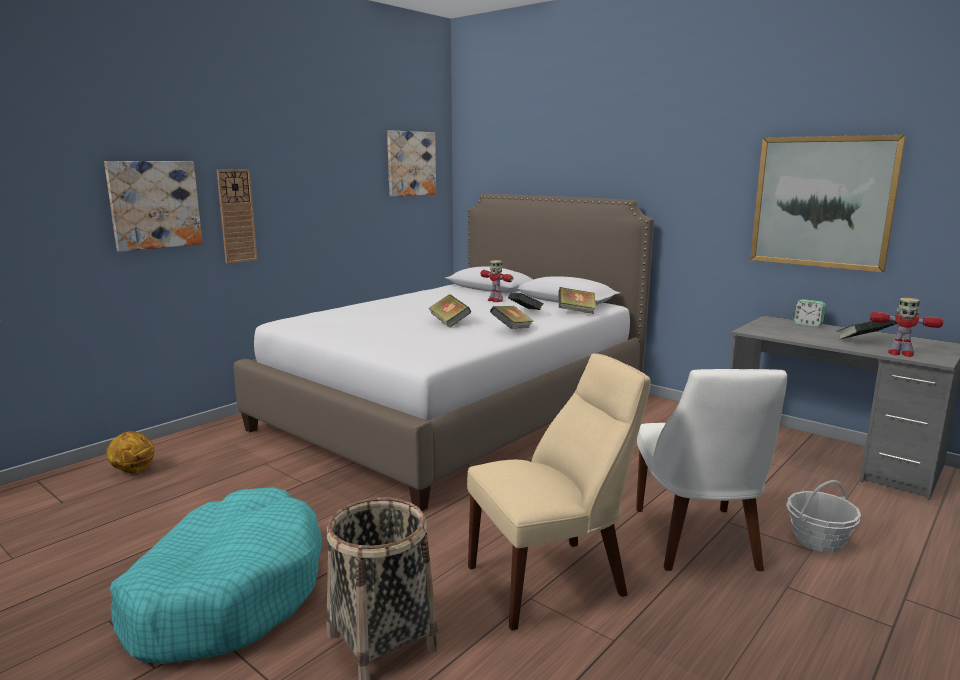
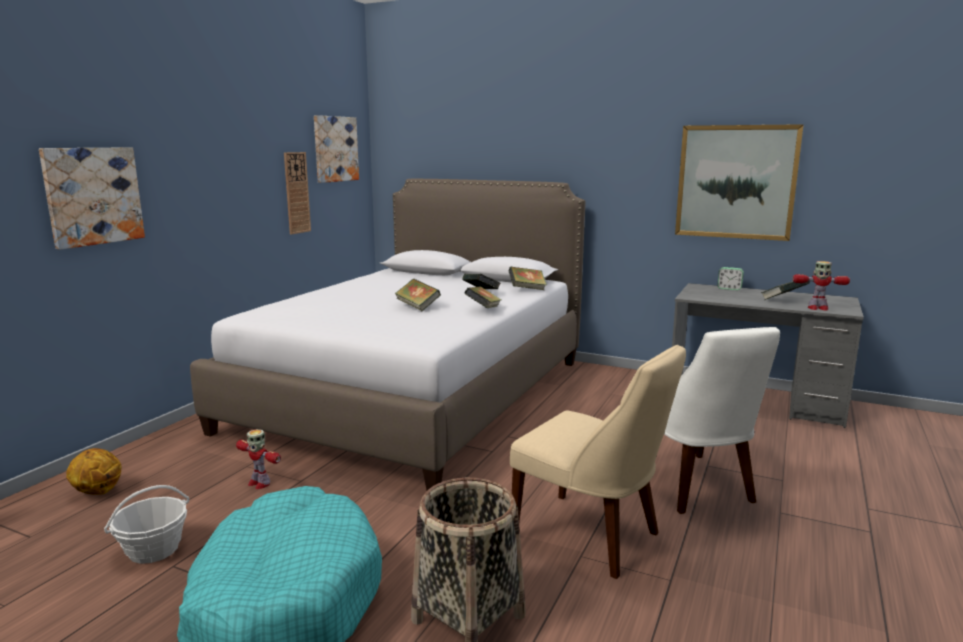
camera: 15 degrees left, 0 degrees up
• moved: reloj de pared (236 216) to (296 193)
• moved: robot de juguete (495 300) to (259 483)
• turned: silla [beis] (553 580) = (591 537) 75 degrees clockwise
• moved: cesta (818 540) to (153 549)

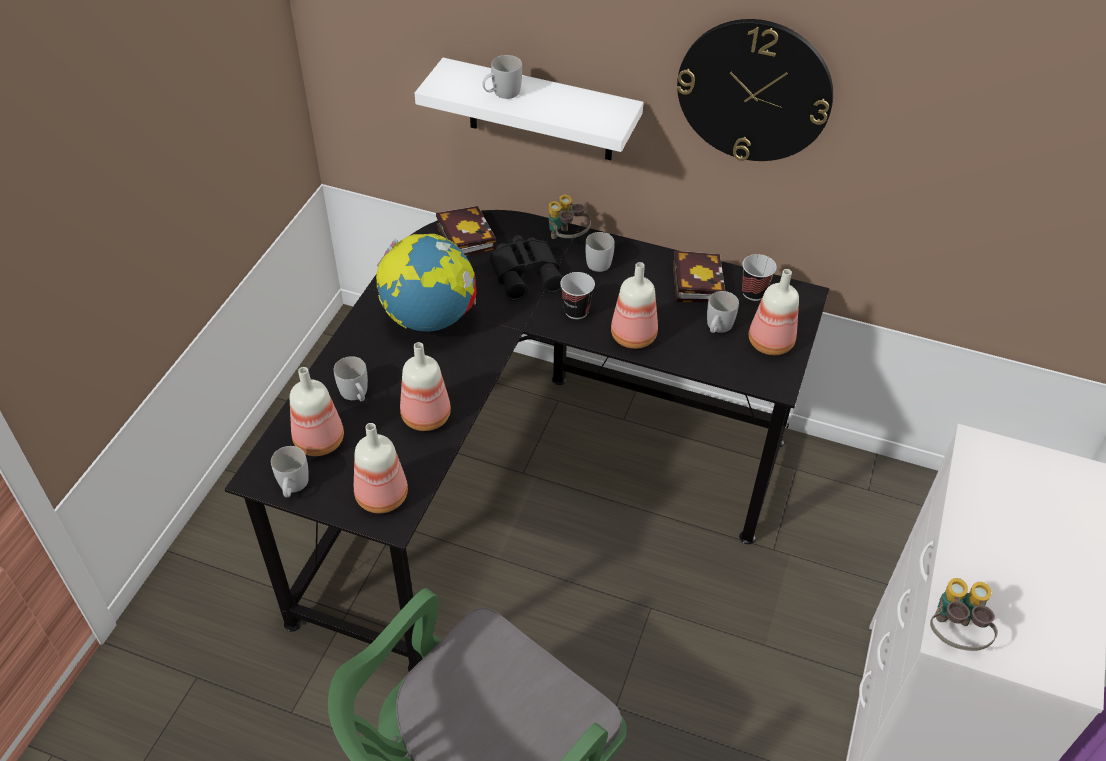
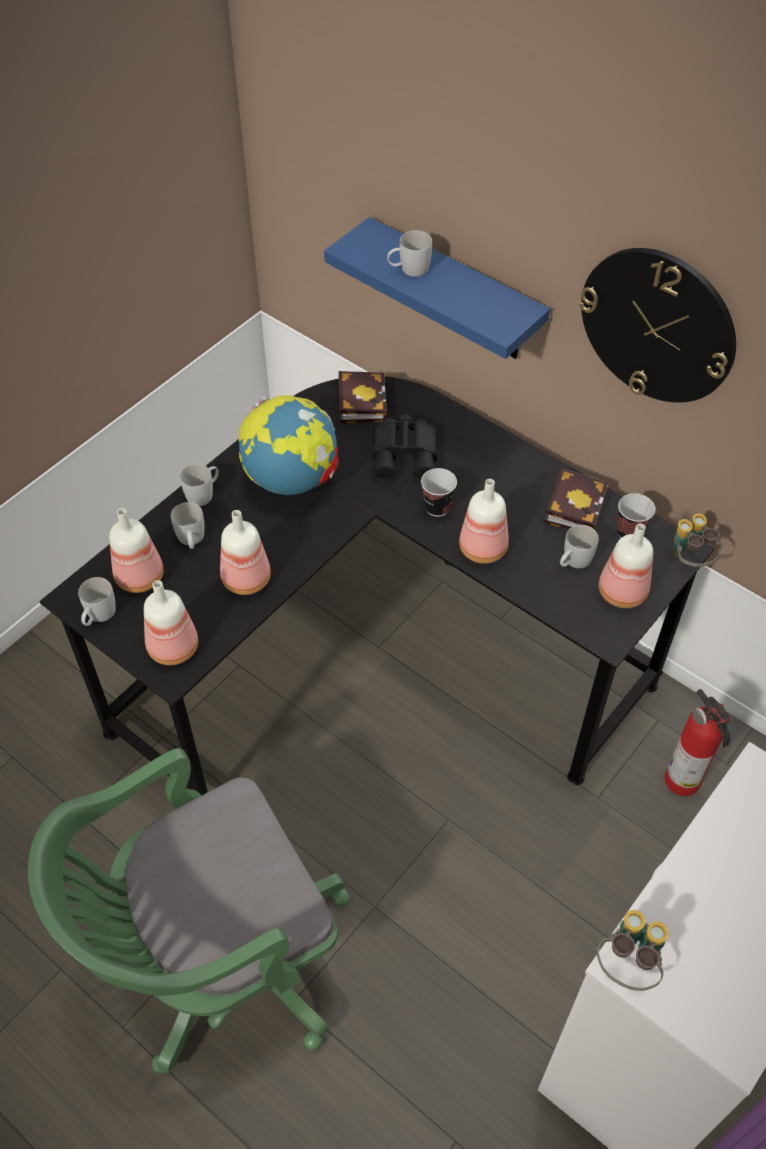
camera: 20 degrees right, 5 degrees up
• recoloured: estante [blanco] (540 111) to estante [azul] (454 292)
• moved: prismáticos (567 239) to (690 560)
• moved: taza grande [blanco] (600 260) to (204 493)
• added: extintor (683 782)

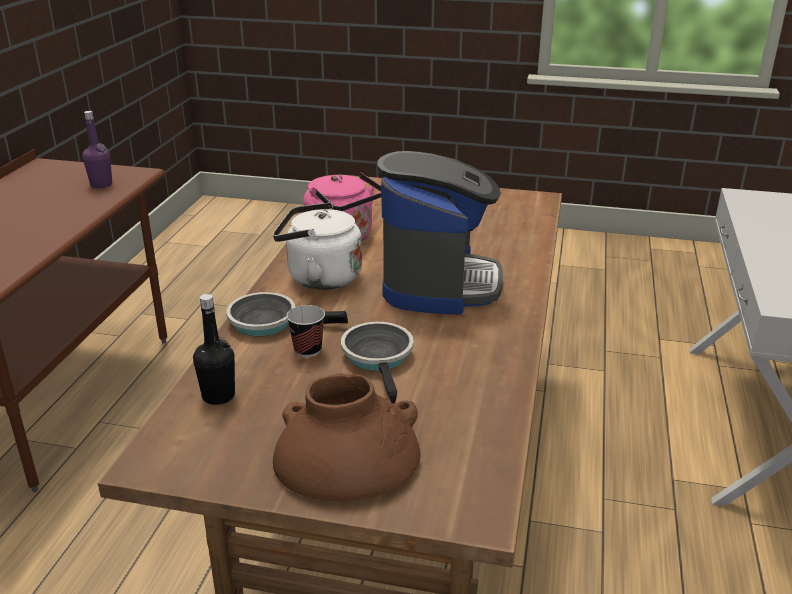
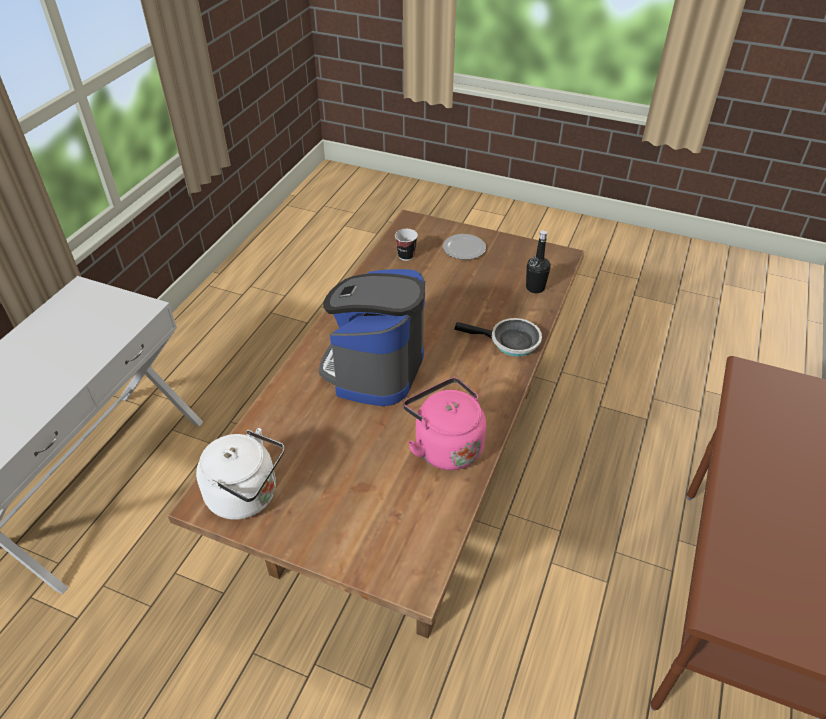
camera: 170 degrees left, 15 degrees up
• removed: botella [morado] (101 184)
• moved: hervidor [blanco] (319 277) to (247 495)
• moved: taza (307 350) to (406 256)
• removed: sartén (379 358)
• replaced: florero [marrón] (346 457) to plato (464 249)

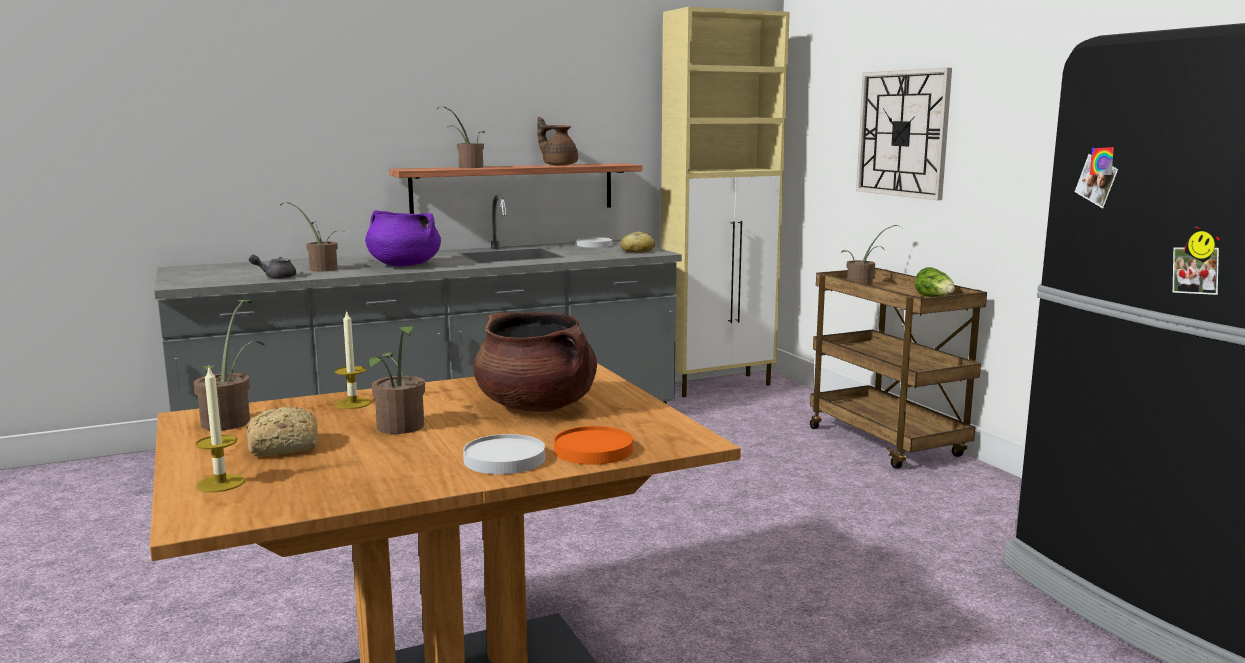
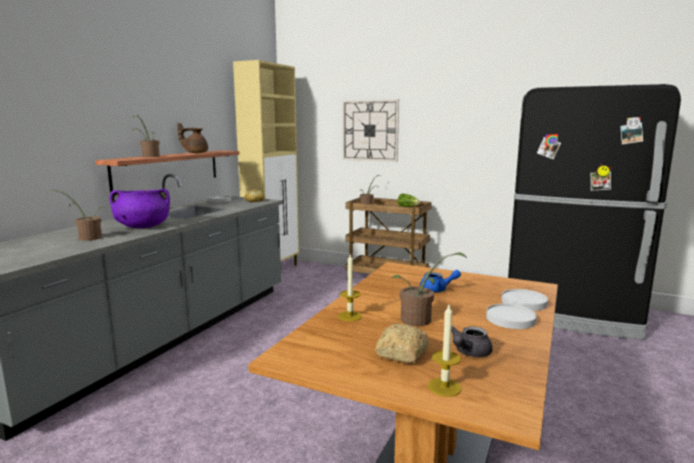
camera: 40 degrees left, 0 degrees up
• moved: tetera [gris] (276 277) to (469 353)
• removed: planta en maceta (231 420)
• replaced: olla [marrón] (537 406) to tetera [azul] (437 290)
• recoloured: plato [naranja] (594 450) to plato [blanco] (524 302)

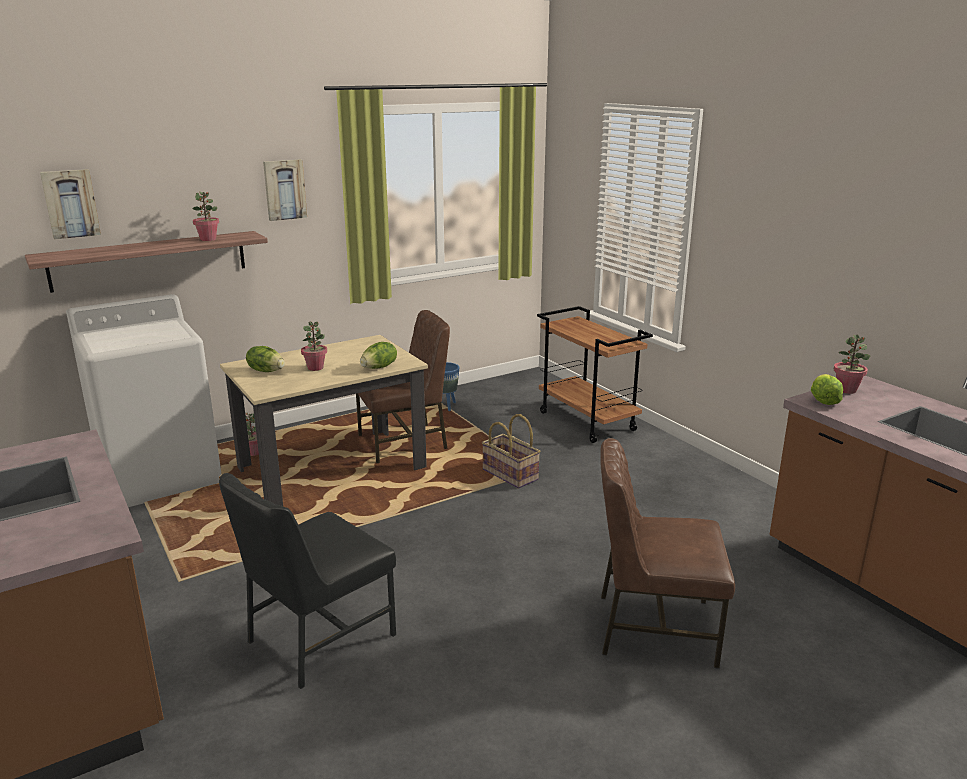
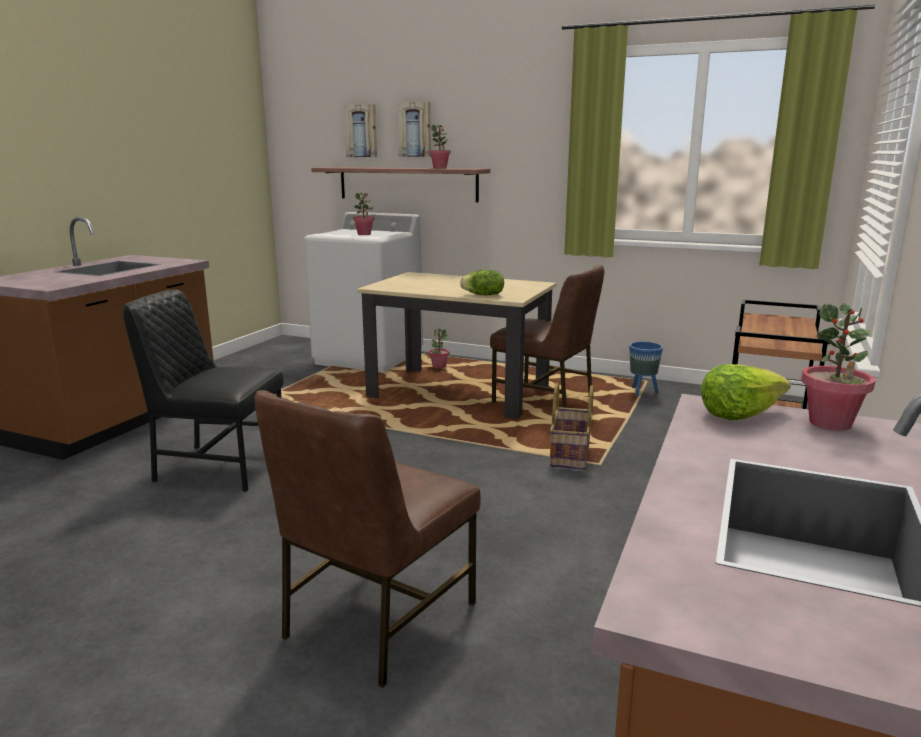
camera: 55 degrees right, 5 degrees down
• moved: cuadro (284 189) to (415 130)
• moved: planta en maceta (315 368) to (364 234)
• removed: lechuga (266 370)
• turned: silla [marrón] (653 628) = (376 620) 120 degrees counterclockwise

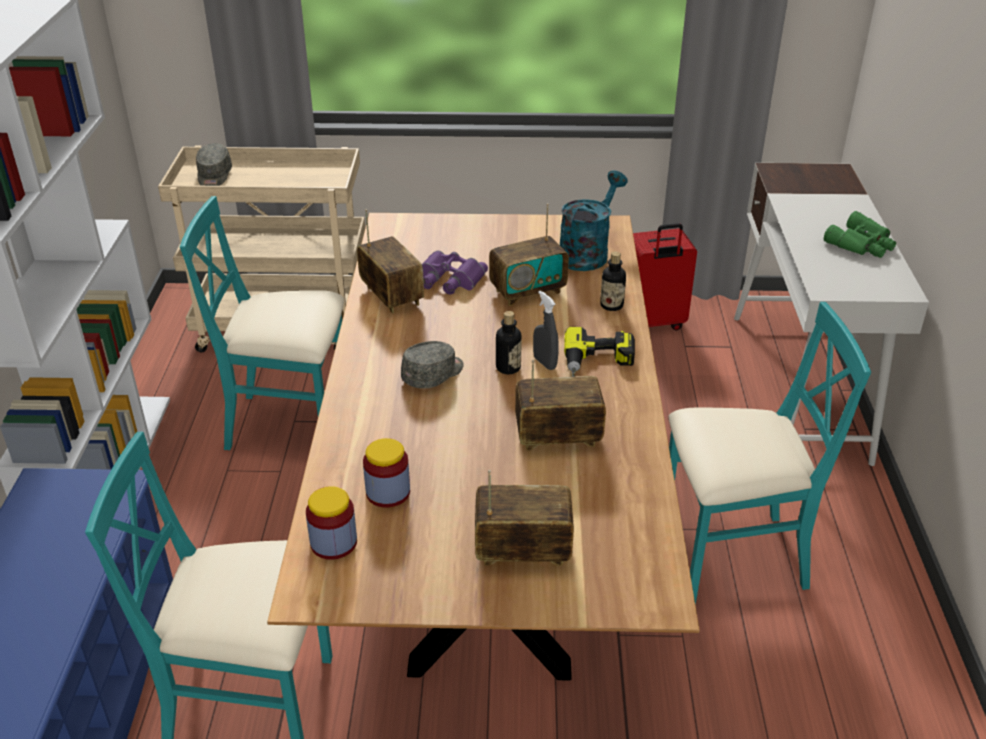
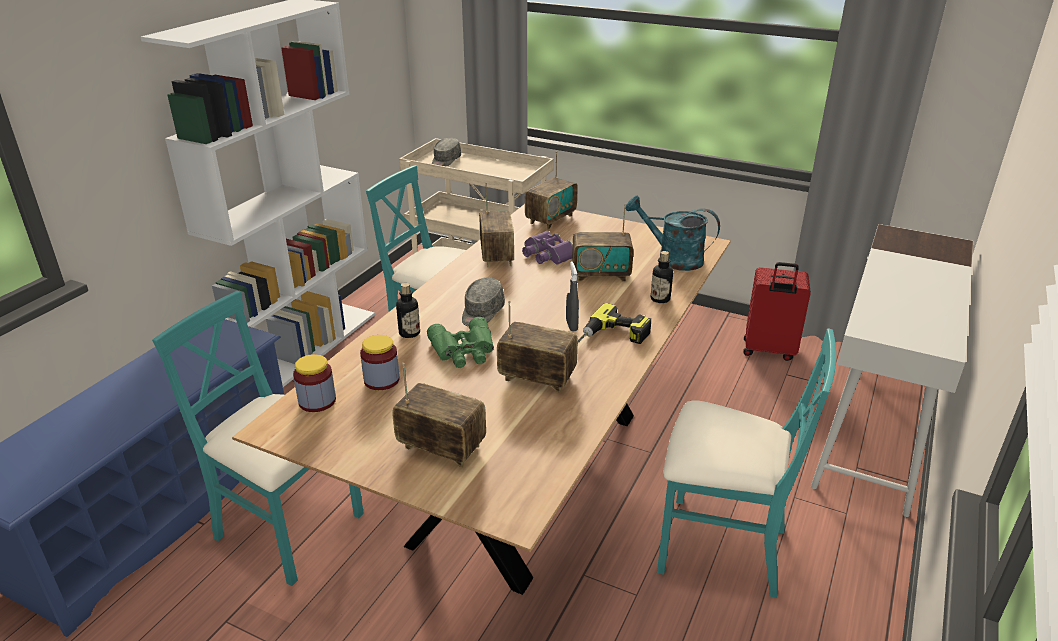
camera: 25 degrees right, 5 degrees down
• turned: regadera [turquesa] (587 253) = (672 259) 120 degrees counterclockwise
• moved: prismáticos [verde] (862 244) to (464 351)
• moved: botella (508 368) to (409 333)
• turned: gorra [gris] (434 374) = (482 313) 135 degrees clockwise
• added: radio (550 219)

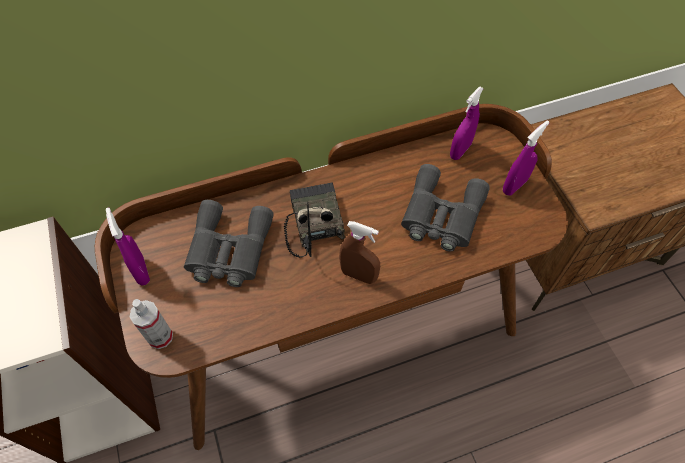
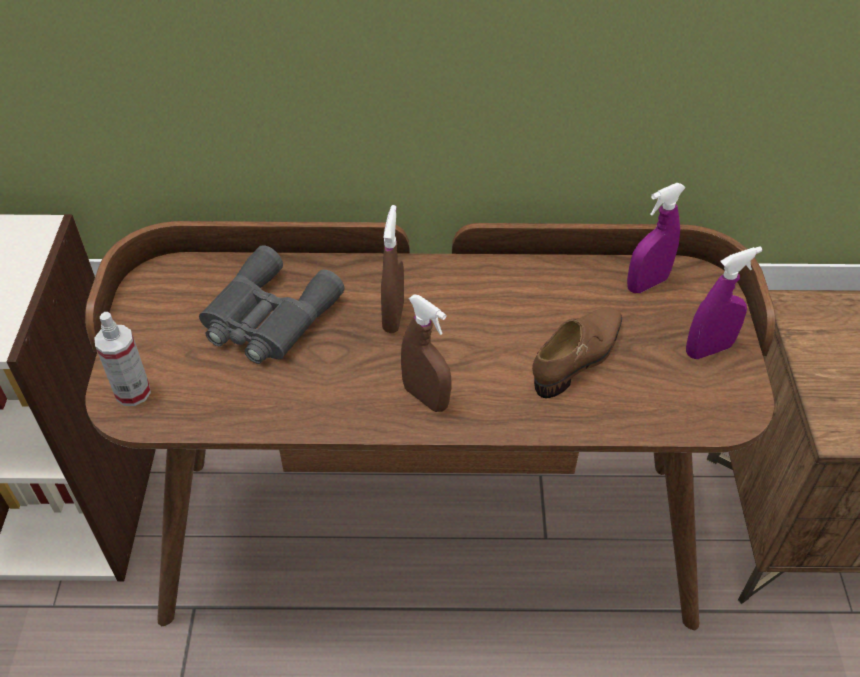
camera: 20 degrees right, 10 degrees down
• replaced: prismáticos [gris] (440 216) to zapato [marrón] (578 357)
• replaced: radio (312 223) to pulverizador [marrón] (393 317)
• removed: pulverizador [morado] (141 271)

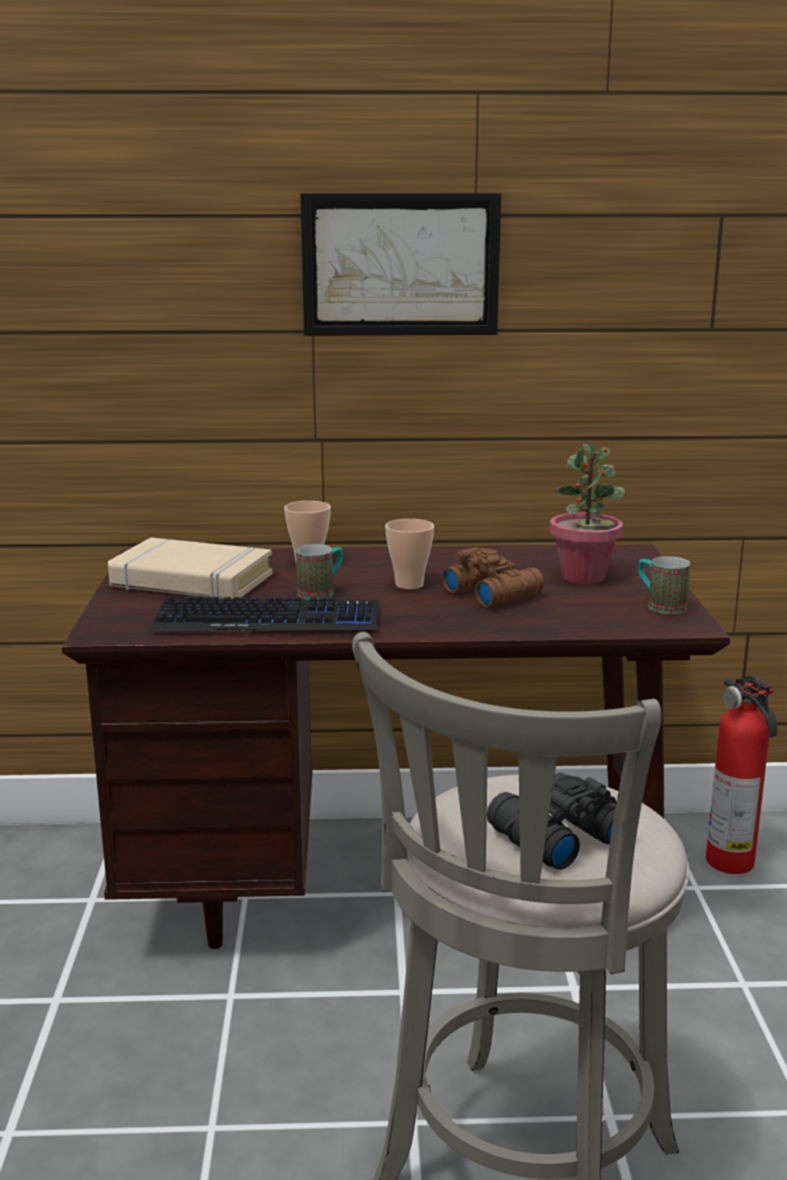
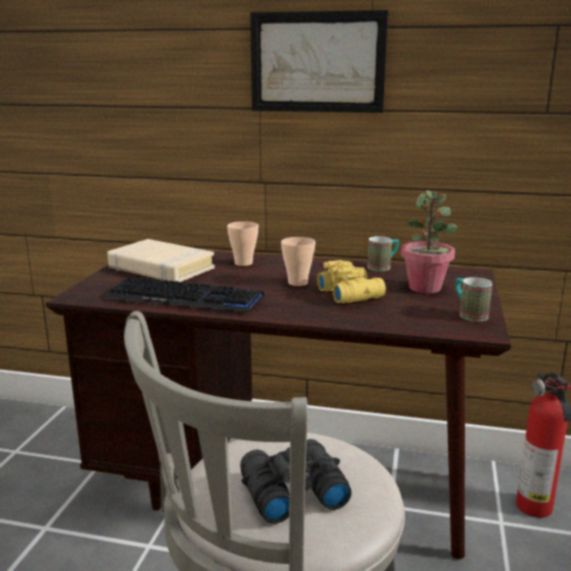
camera: 15 degrees right, 0 degrees up
• moved: taza grande (321 592) to (383 267)
• recoloured: prismáticos [marrón] (492 593) to prismáticos [amarillo] (351 293)

